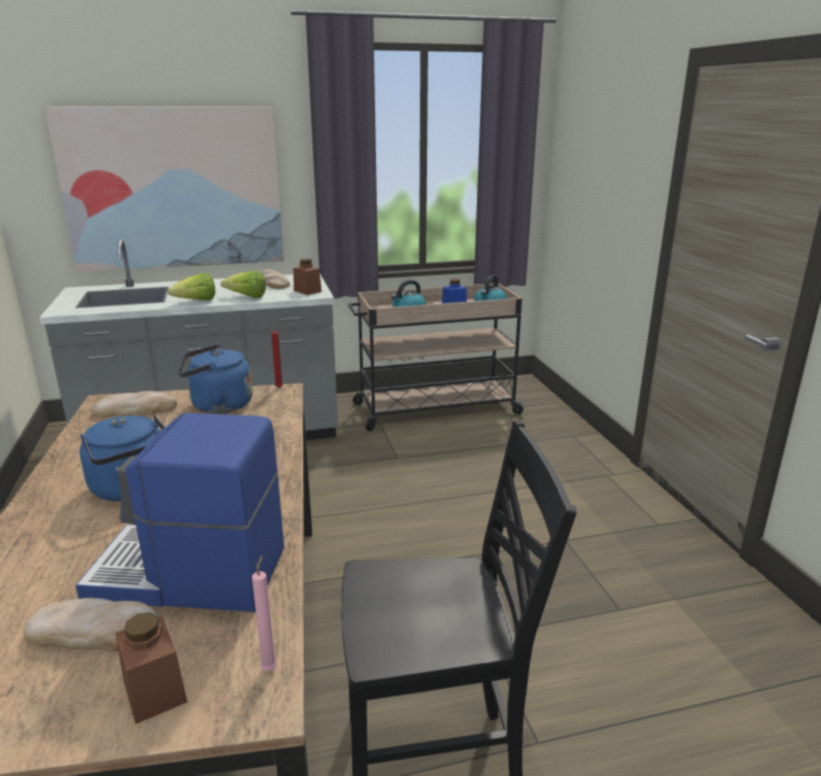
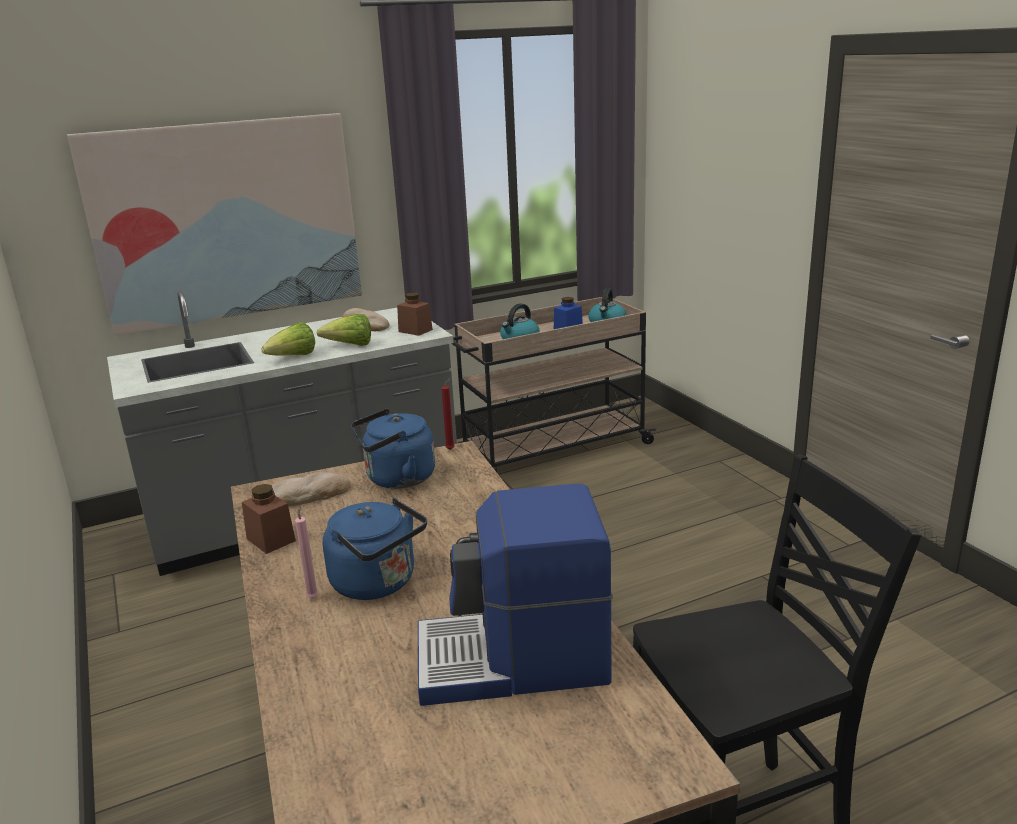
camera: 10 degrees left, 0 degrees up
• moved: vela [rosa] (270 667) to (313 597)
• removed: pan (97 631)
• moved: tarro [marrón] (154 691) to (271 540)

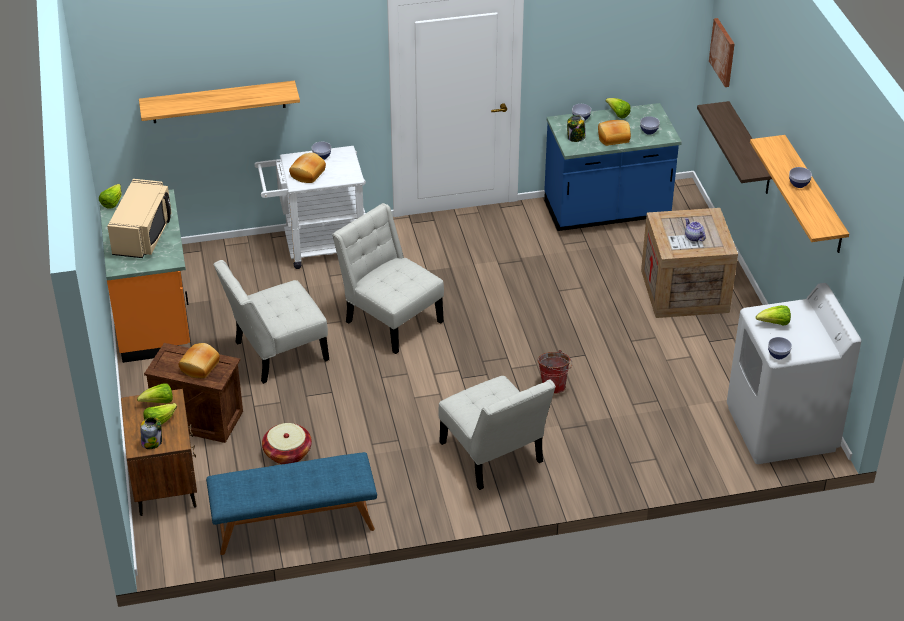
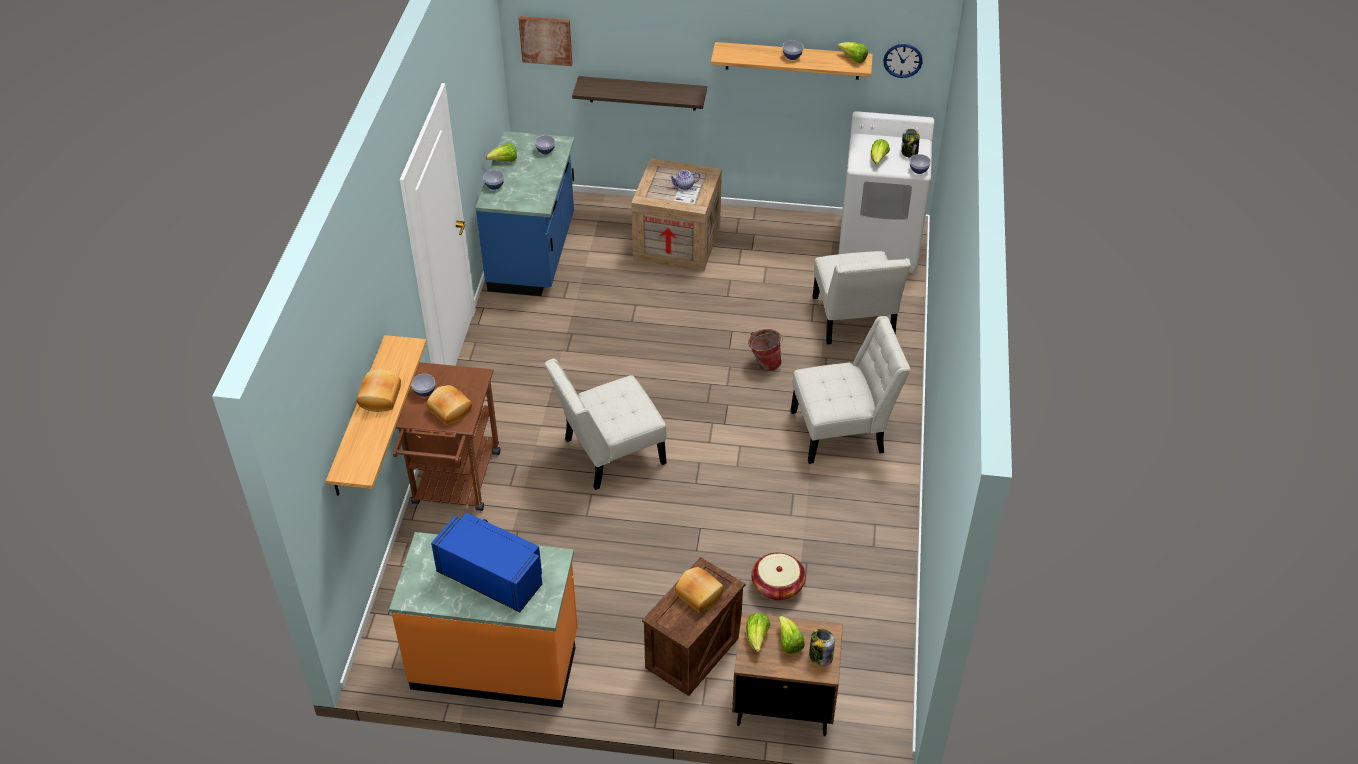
camera: 70 degrees left, 5 degrees up
• moved: tarro (576 138) to (909 152)
• moved: pan (613 137) to (379 397)
• recoloured: carrito [blanco] (316 247) to carrito [marrón] (455 484)
• recoloured: microondas [beis] (144 235) to microondas [azul] (492 576)
• moved: lechuga (112 203) to (853 59)
• moved: silla [blanco] (276 353) to (853 321)
• removed: banco [azul] (294 524)
• added: reloj de pared (902 60)

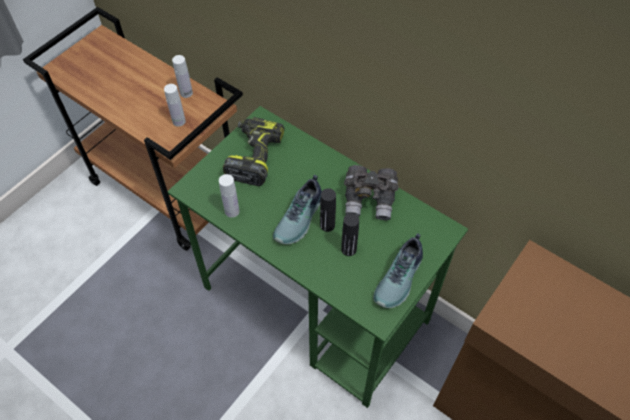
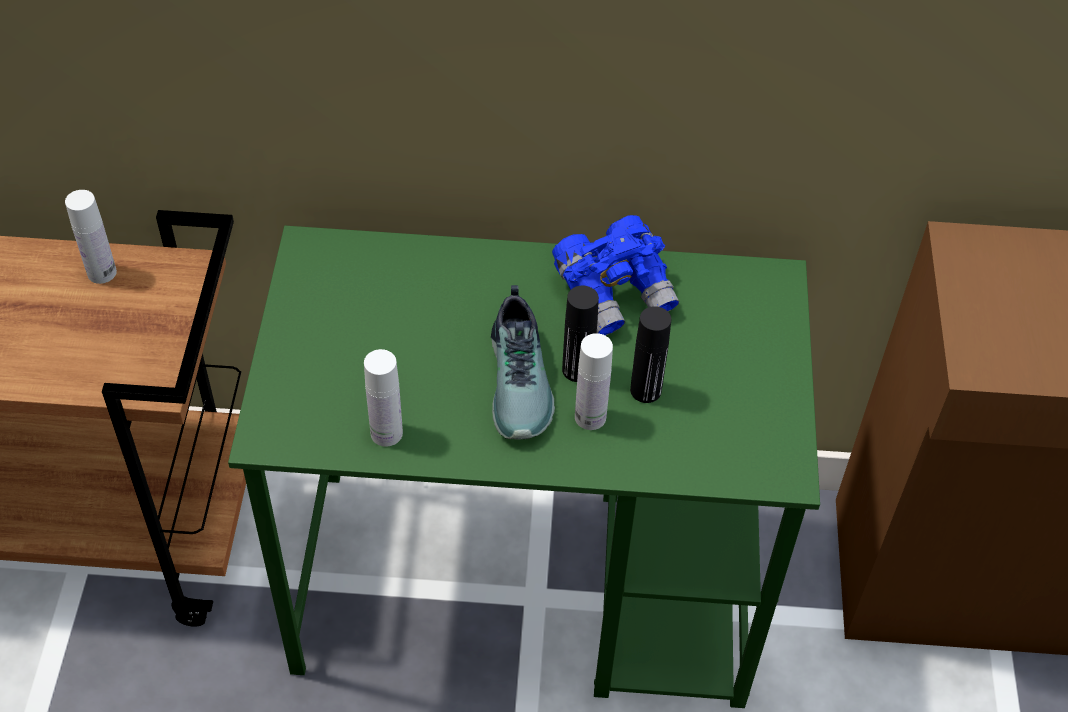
camera: 35 degrees left, 5 degrees down
• moved: botella [blanco] (179 121) to (590 417)
• removed: taladro (253 156)
• recoloured: prismáticos [gris] (370 200) to prismáticos [azul] (615 292)
• removed: zapato (400 278)

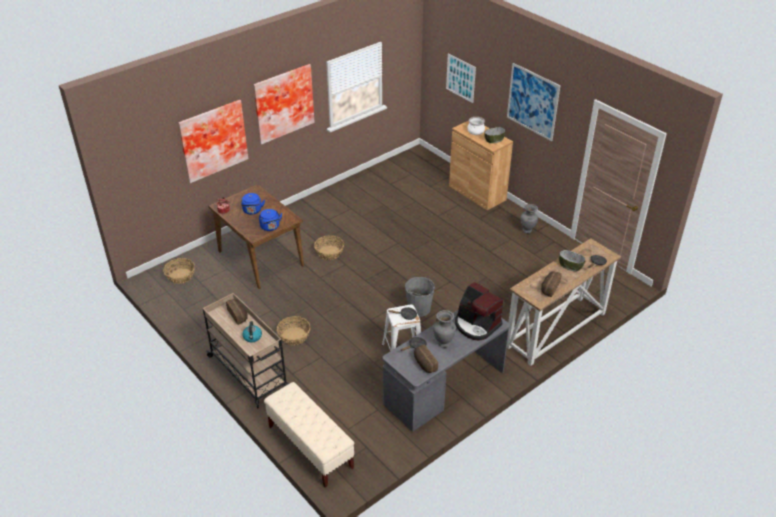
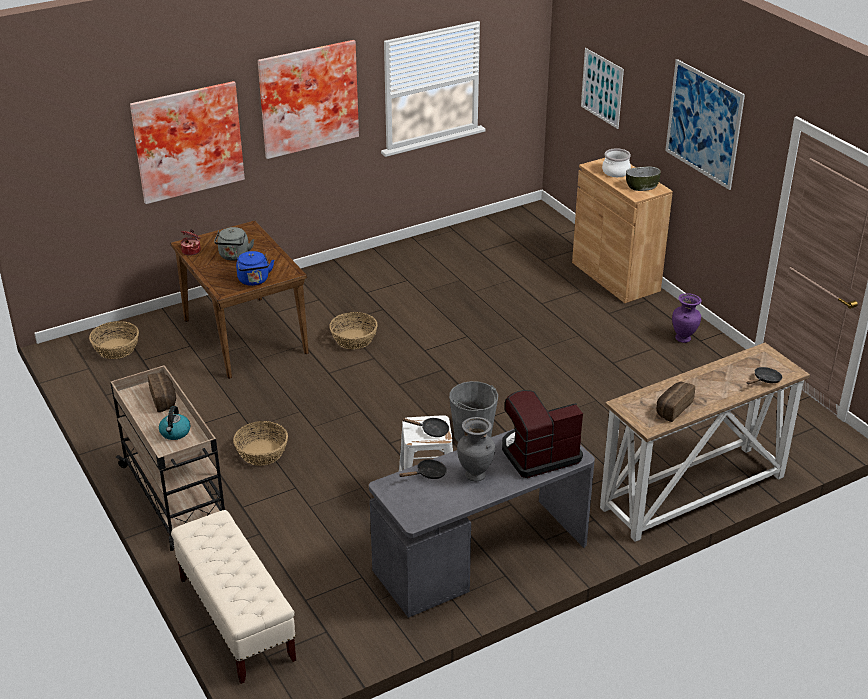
camera: 10 degrees right, 5 degrees down
• recoloured: hervidor [azul] (252 211) to hervidor [gris] (234 256)
• recoloured: florero [gris] (527 230) to florero [morado] (683 339)
• removed: cuenco (570 265)
• turned: cafetera (476 325) = (538 454) 105 degrees clockwise
• removed: pan (424 364)

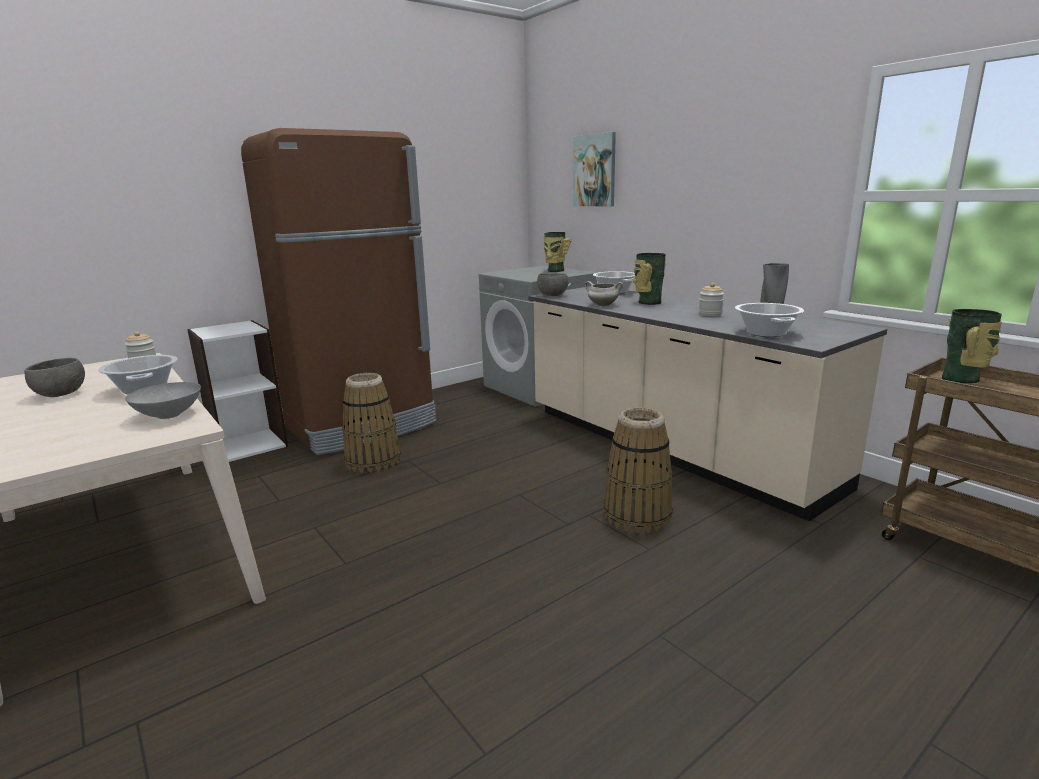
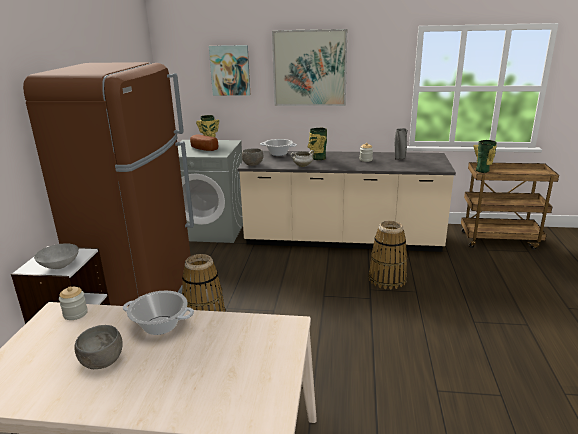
camera: 45 degrees left, 5 degrees up
• removed: olla (766 333)
• moved: cuenco [gris] (170 415) to (60 265)
• added: cuadro (309 68)
• added: pan (203 149)

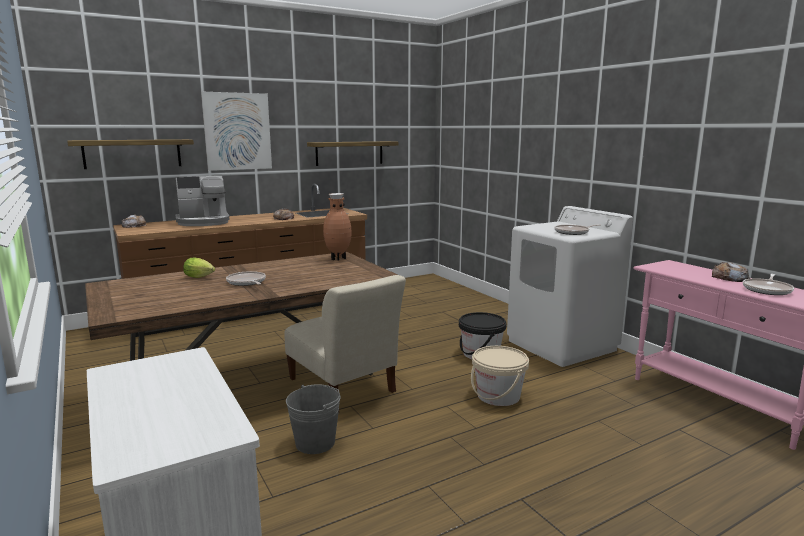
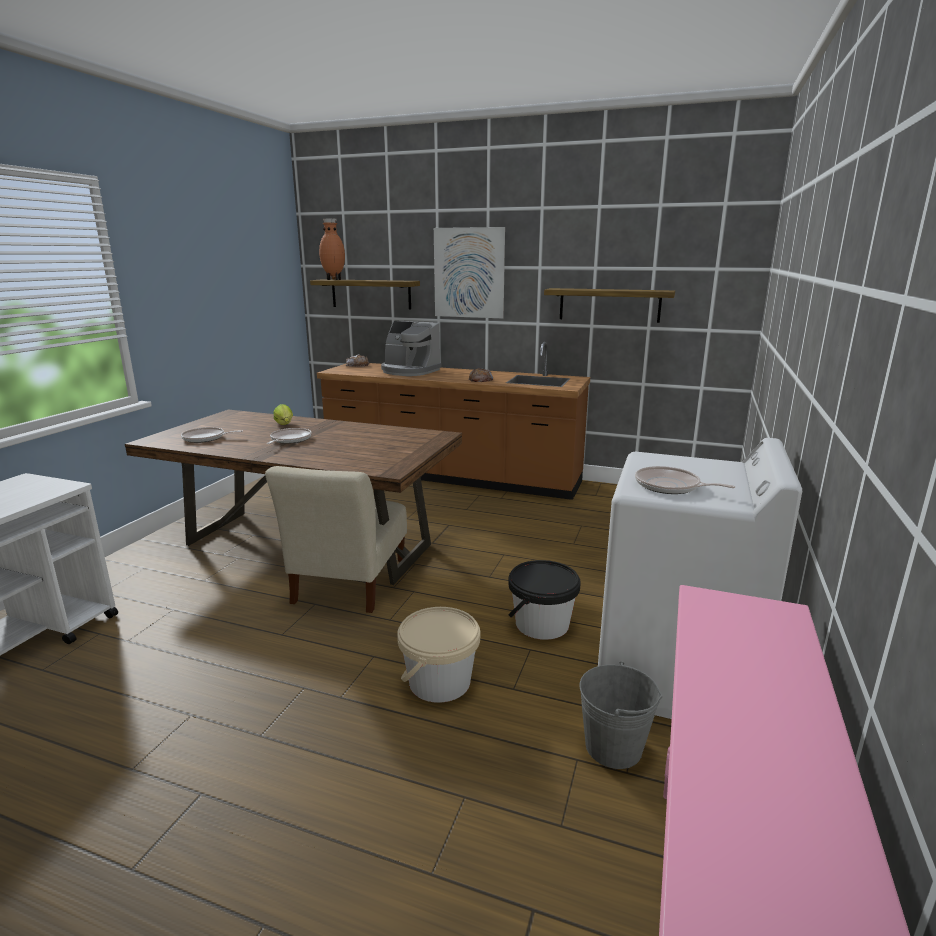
camera: 50 degrees right, 5 degrees up
• moved: florero [marrón] (337 258) to (334 279)
• removed: pan (729 278)
• moved: sartén (767 290) to (206 438)
• moved: cubo [gris] (315 443) to (613 747)

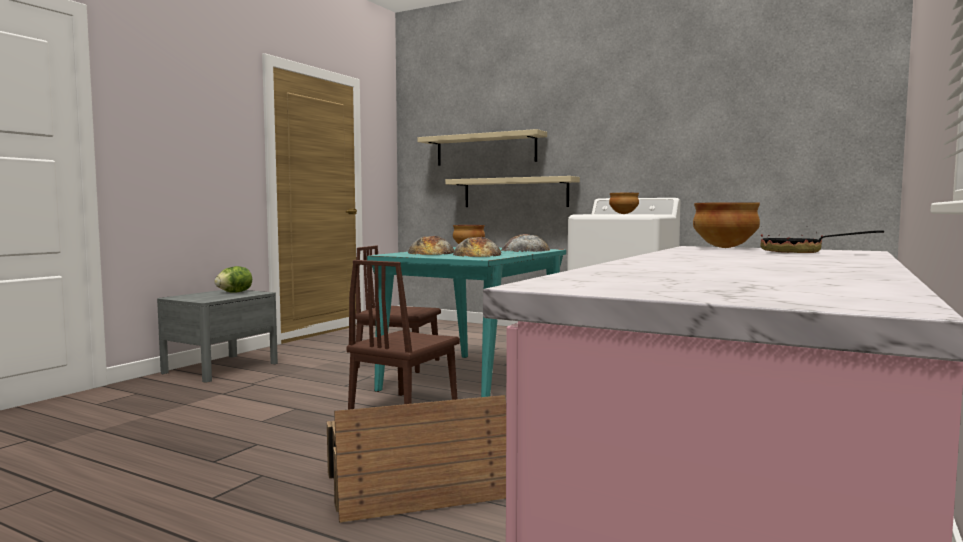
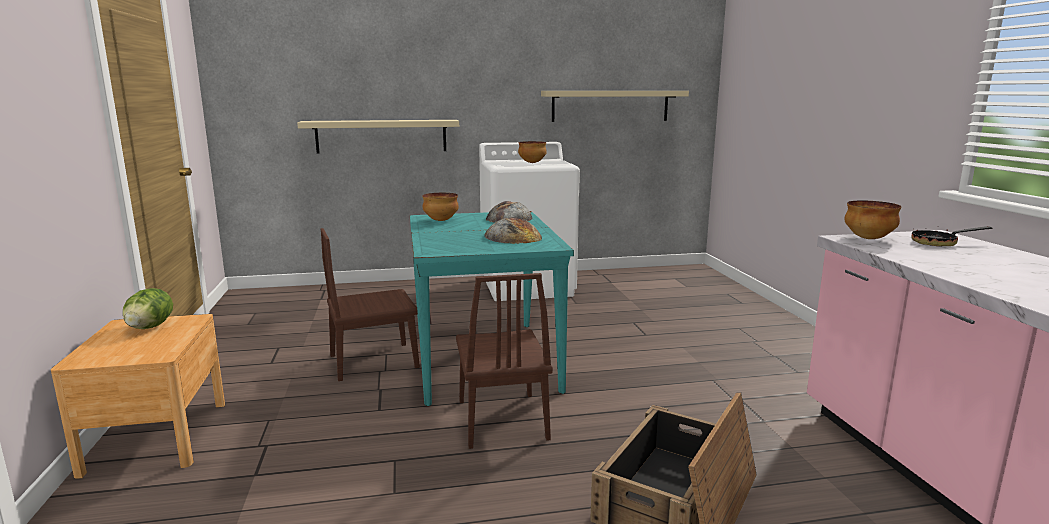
camera: 40 degrees left, 10 degrees up
• moved: estante [beis] (485 149) to (610 106)
• removed: pan (431 252)
• recoloured: mesita de noche [gris] (221 368) to mesita de noche [marrón] (157 436)

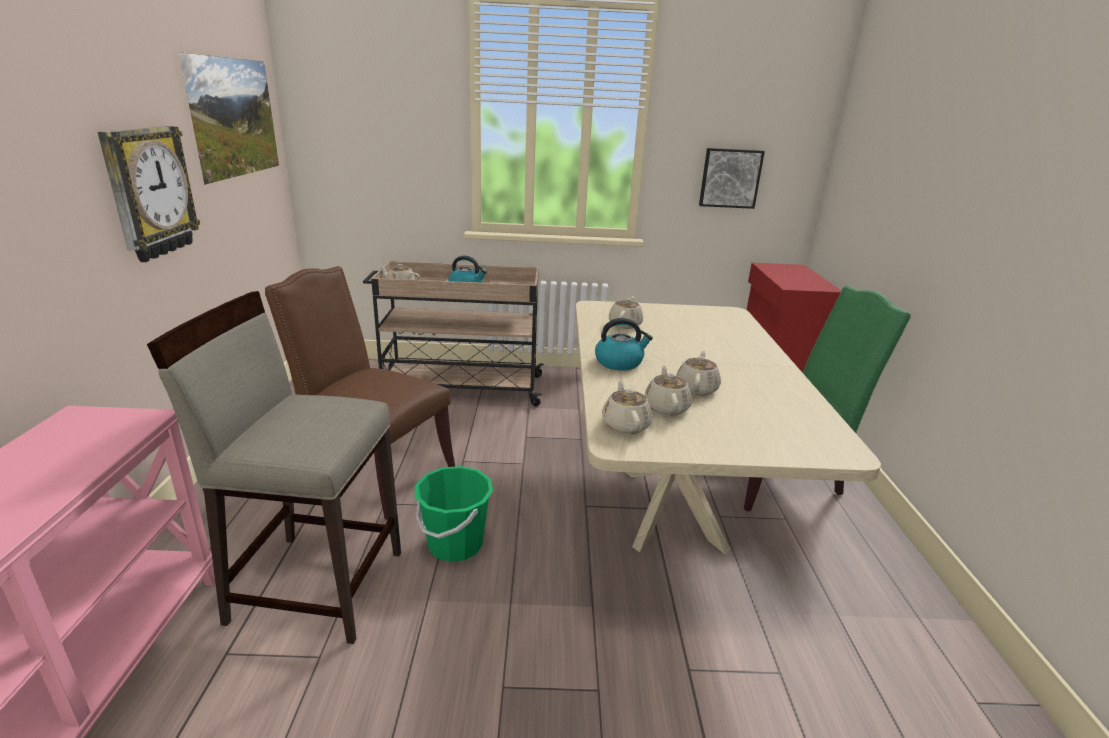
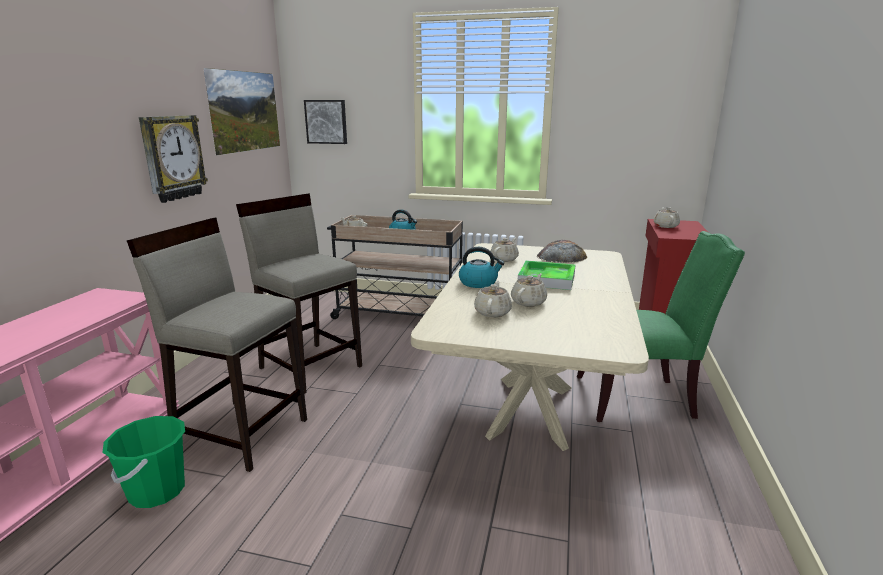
camera: 15 degrees right, 5 degrees down
• moved: cuadro (730 178) to (326 121)
• replaced: silla [marrón] (374 472) to taburete [beis] (310 366)
• moved: tetera [beis] (625 424) to (665 226)
• moved: cubo [verde] (455 544) to (157 491)
• added: pan (561 256)
• added: bandeja (546 279)

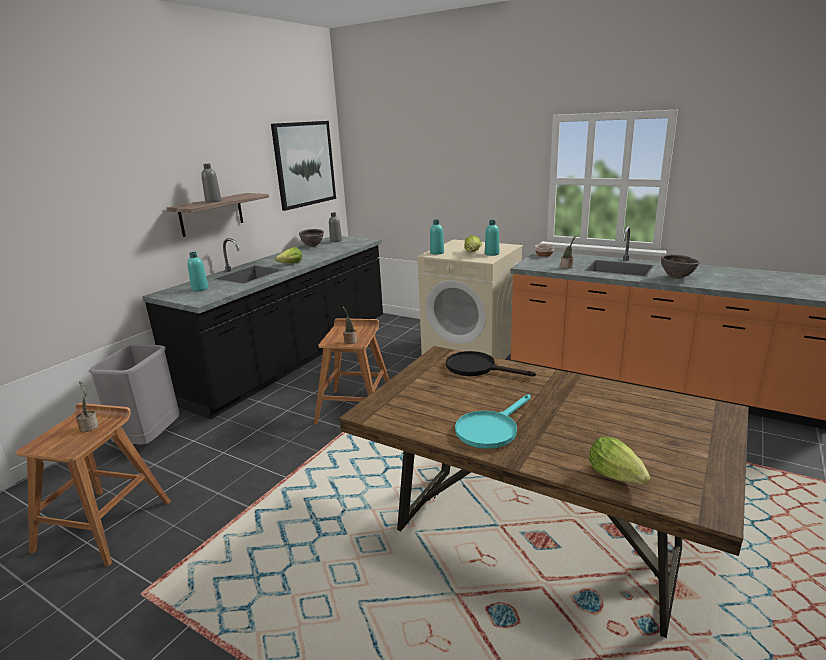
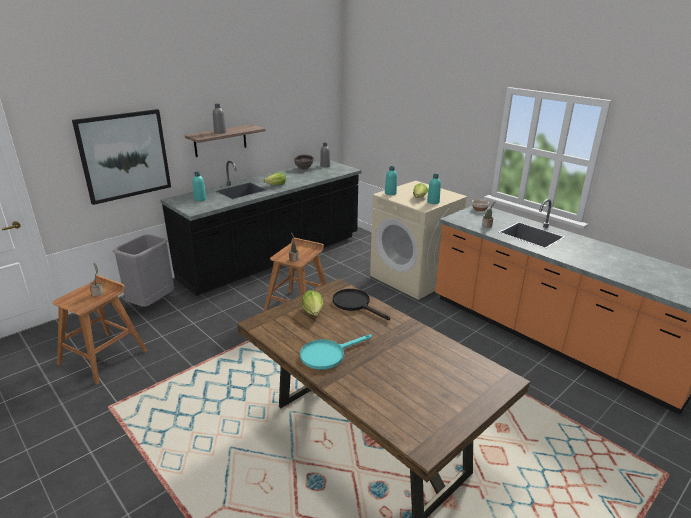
camera: 15 degrees right, 5 degrees up
• moved: cuadro (304 164) to (124 155)
• removed: cuenco [marrón] (677 278)
• moved: lechuga (617 475) to (313 311)

